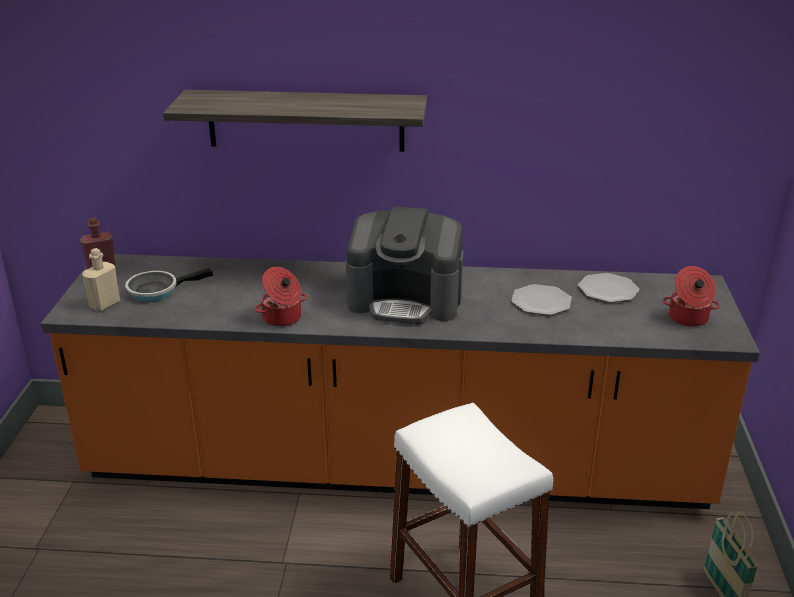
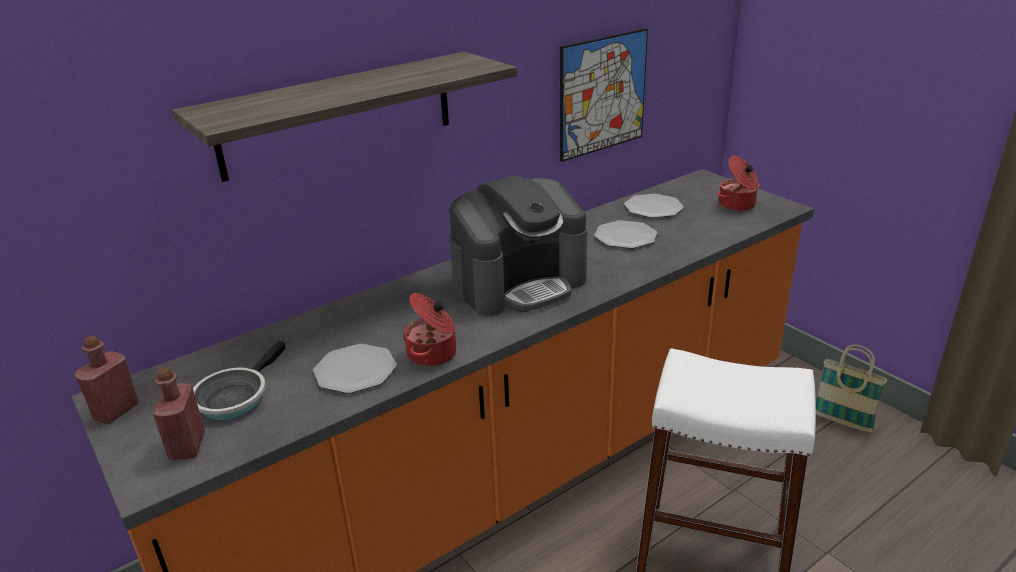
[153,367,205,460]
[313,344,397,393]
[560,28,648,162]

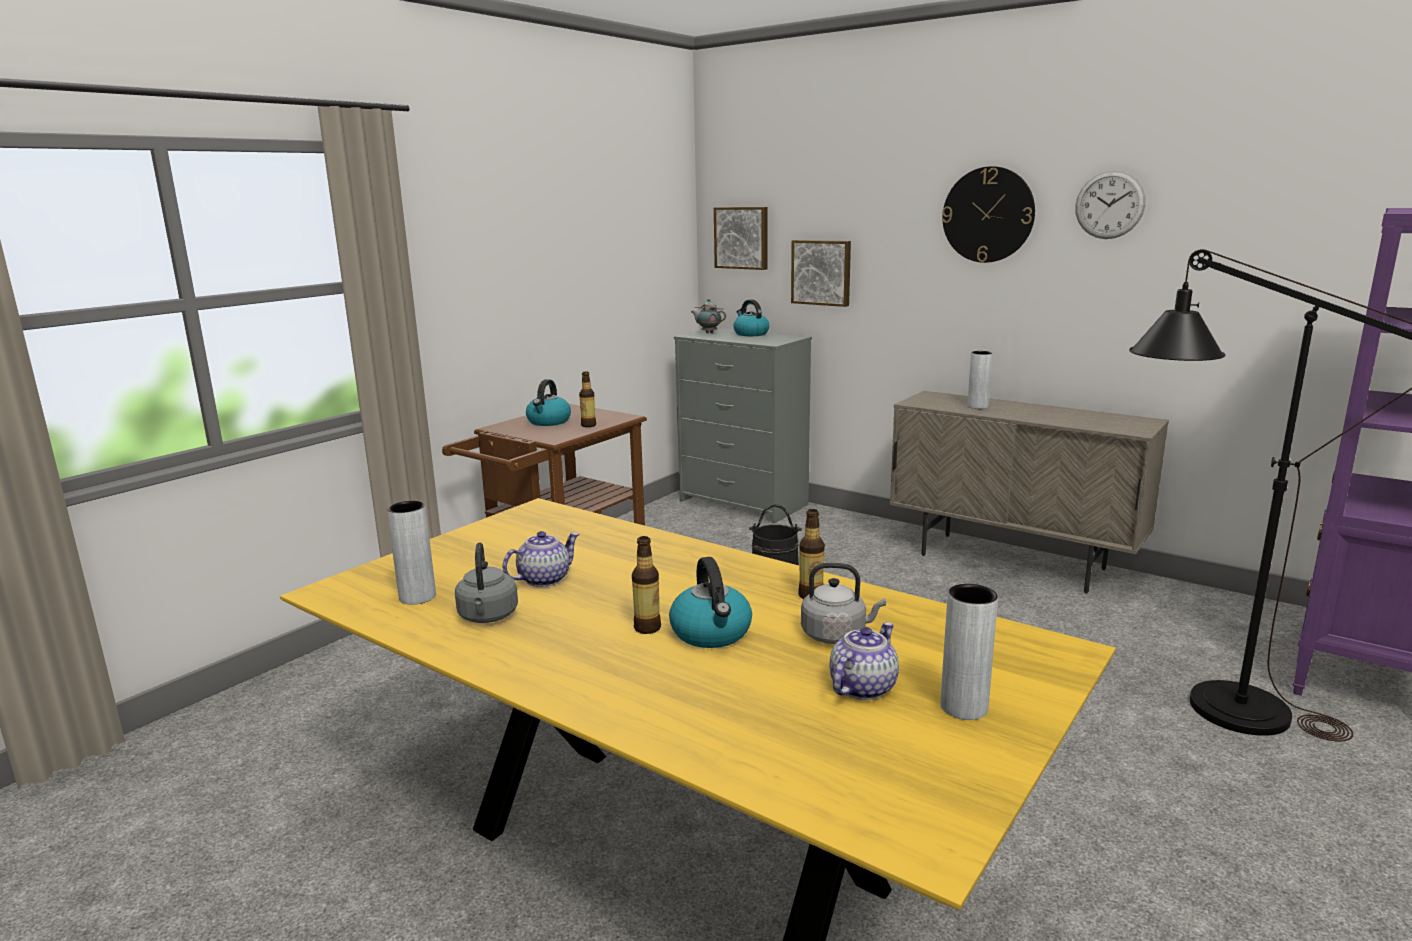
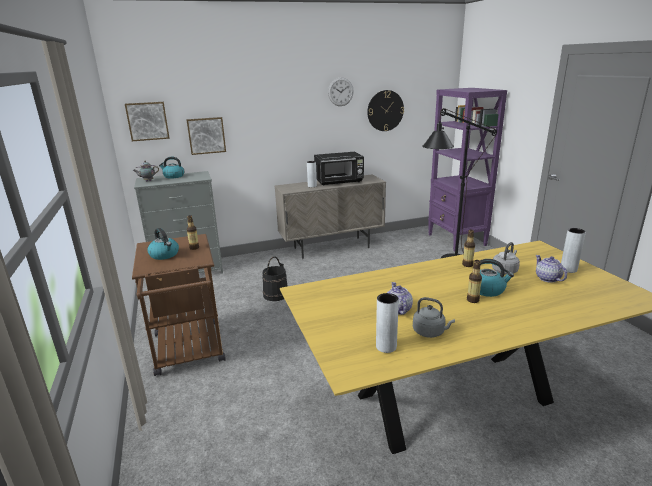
[367,90,404,131]
[314,152,364,186]

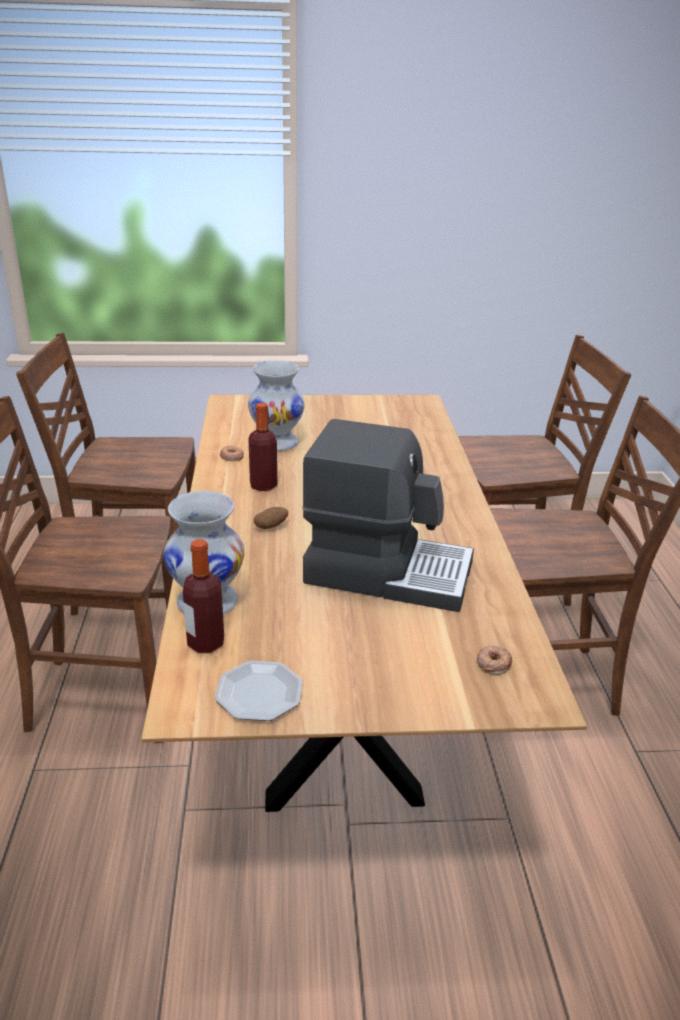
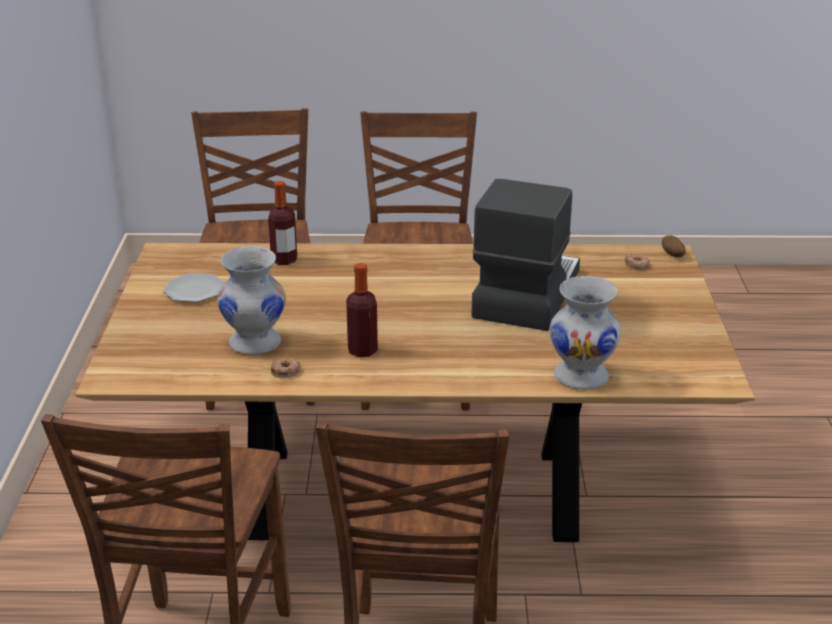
[268,181,297,265]
[163,273,225,303]
[662,236,686,258]

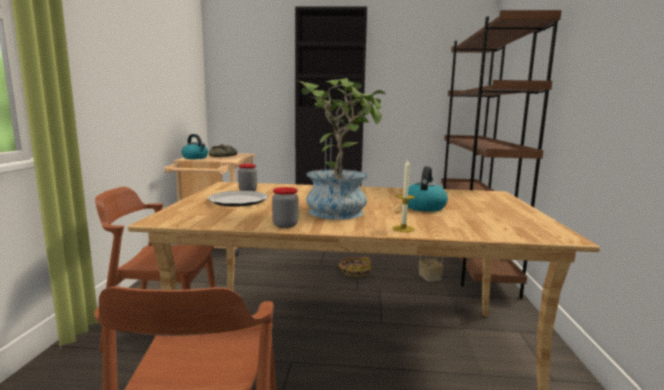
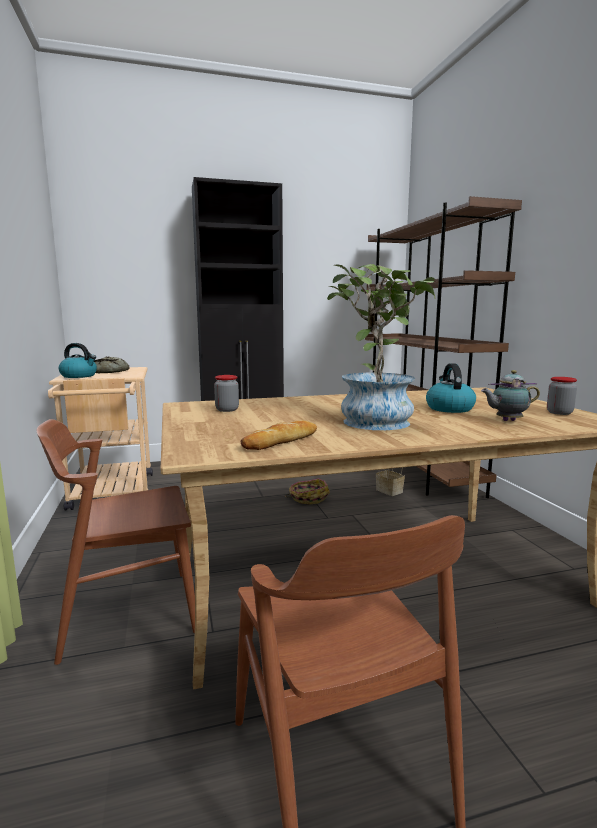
[207,191,268,207] (first image)
[547,377,577,415]
[393,159,415,232] (first image)
[241,420,317,450]
[481,370,540,421]

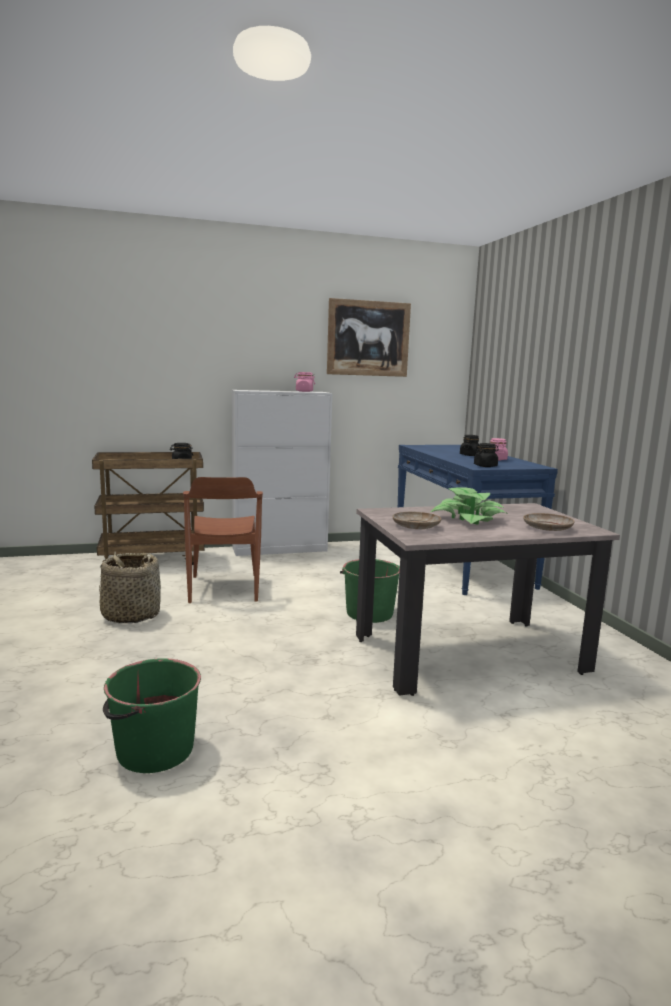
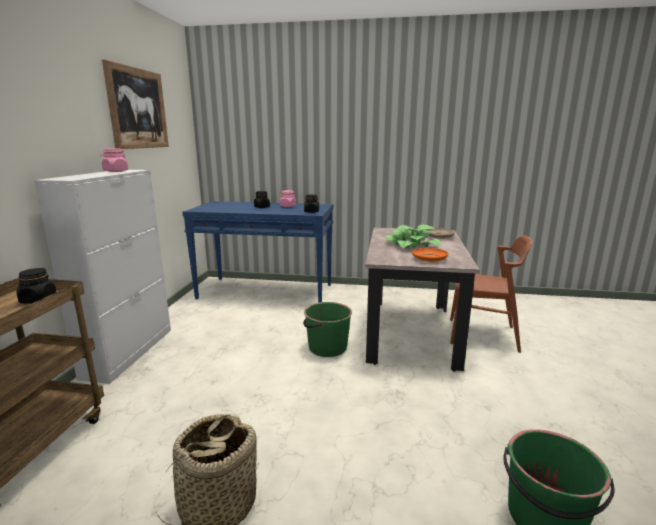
[450,235,533,353]
[412,248,448,262]

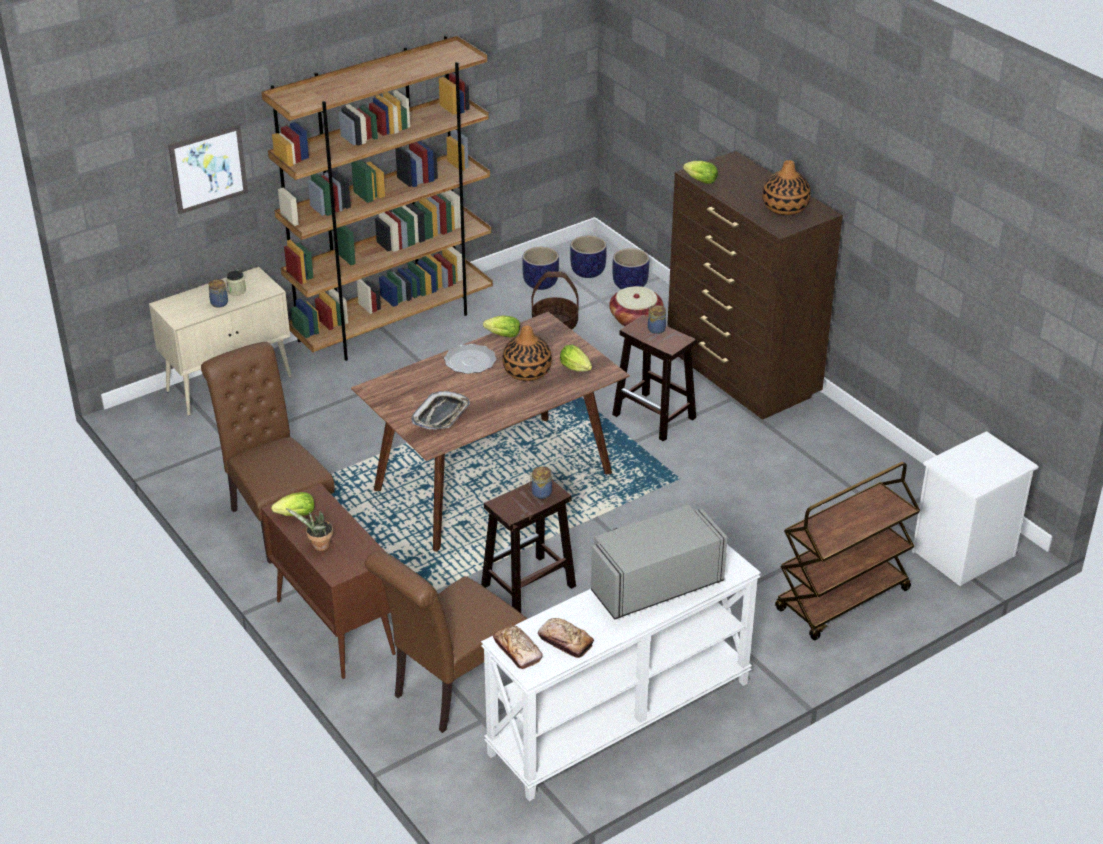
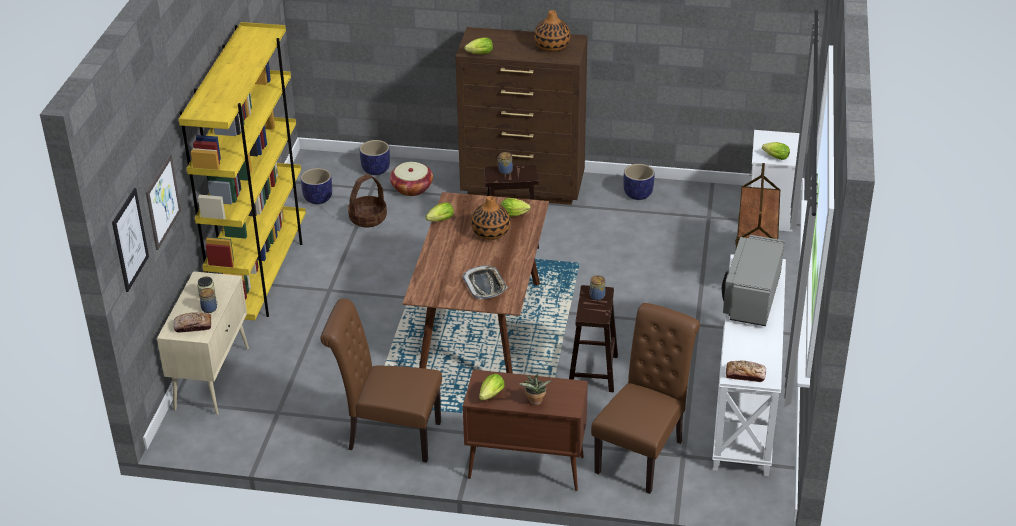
[179,22,306,320]
[591,303,700,494]
[444,344,496,374] (first image)
[174,312,211,333]
[623,164,654,200]
[112,188,149,292]
[762,142,790,160]

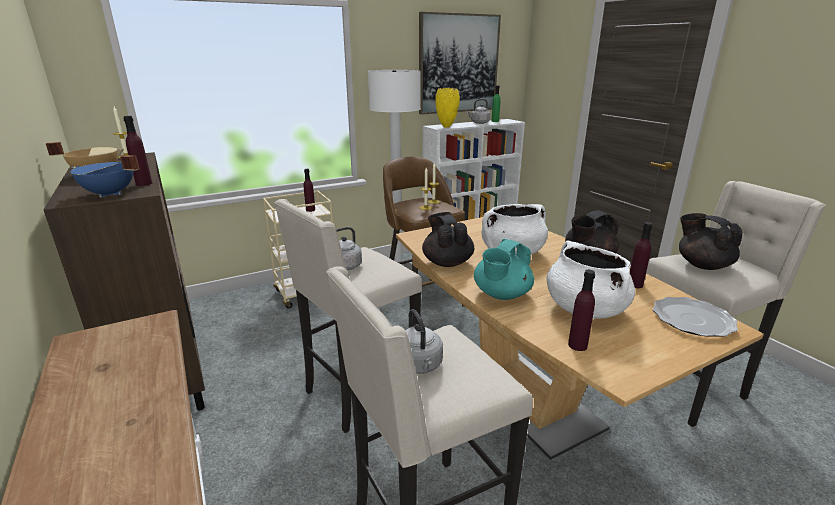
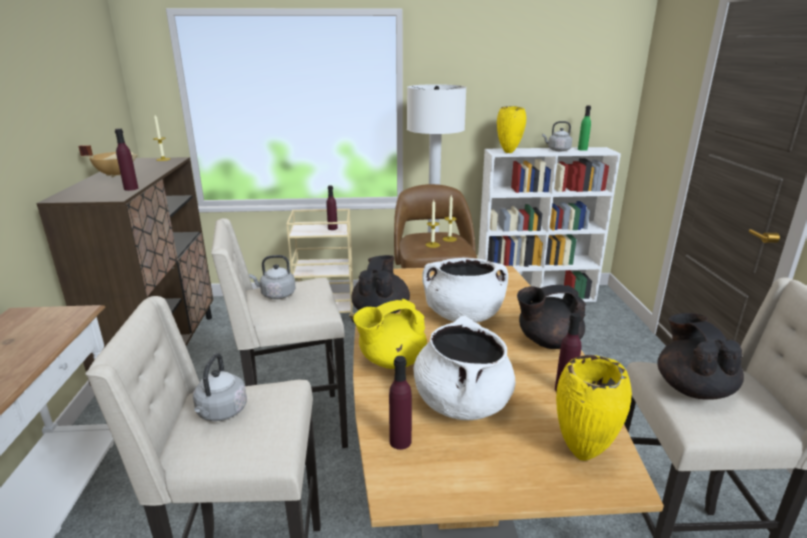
[70,155,139,198] (first image)
[419,12,501,115] (first image)
[353,299,427,369]
[556,355,632,461]

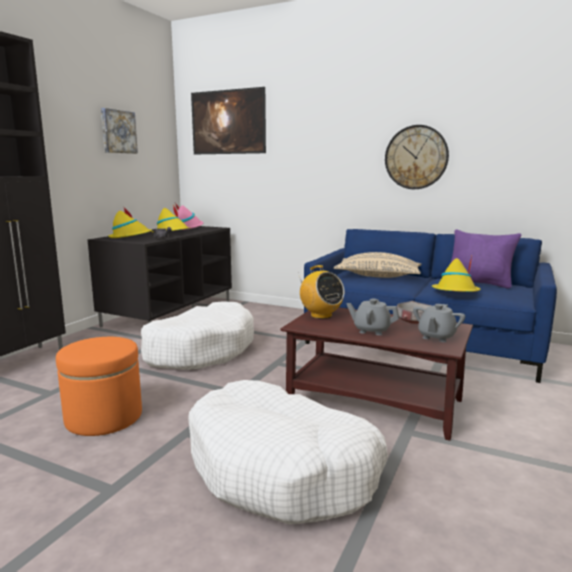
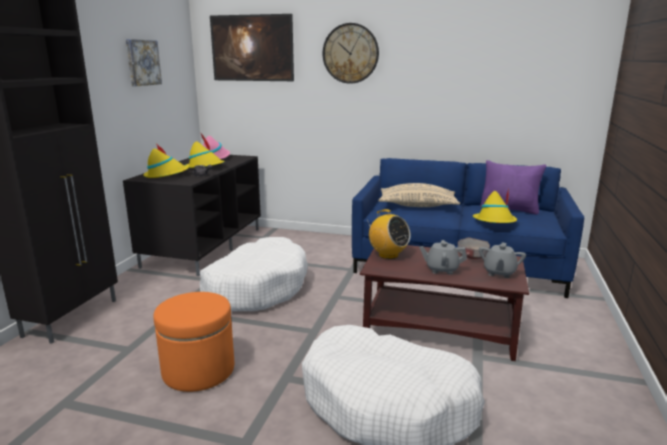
[323,23,379,84]

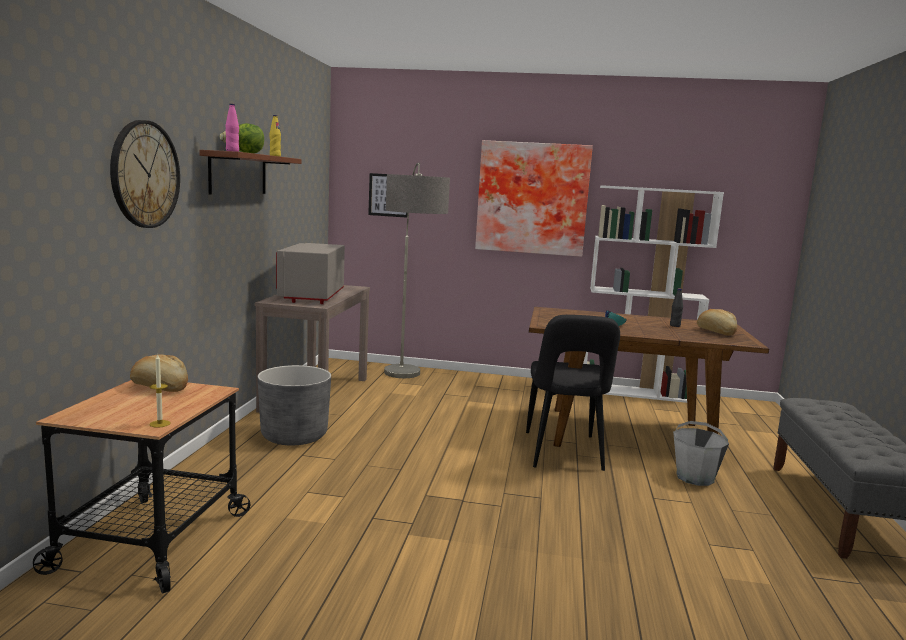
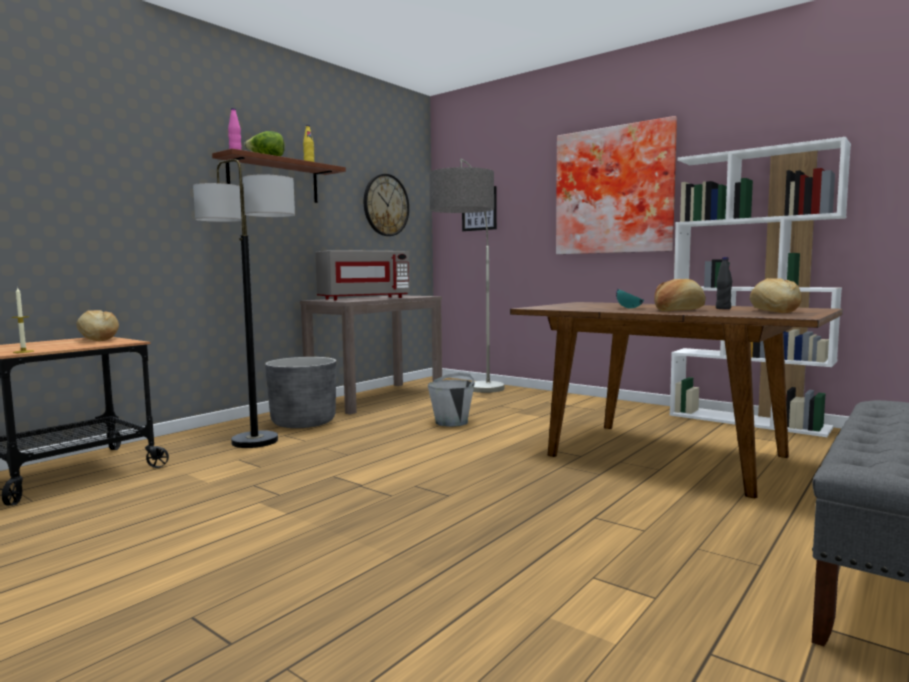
[364,174,409,236]
[315,250,410,300]
[526,315,620,471] (first image)
[428,373,475,427]
[193,159,295,448]
[654,279,706,311]

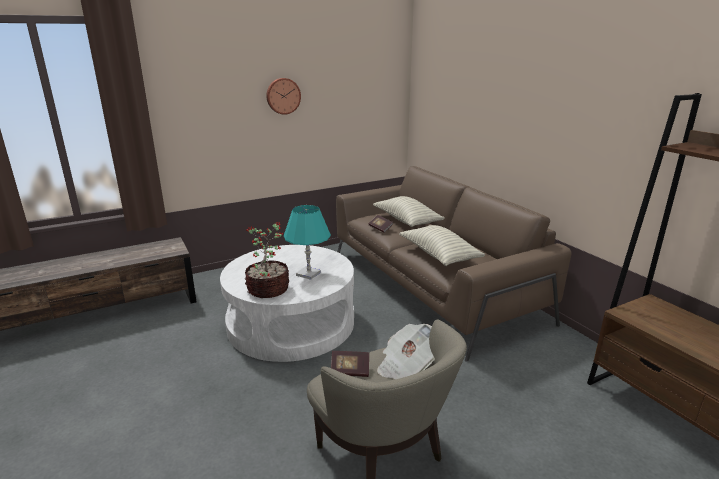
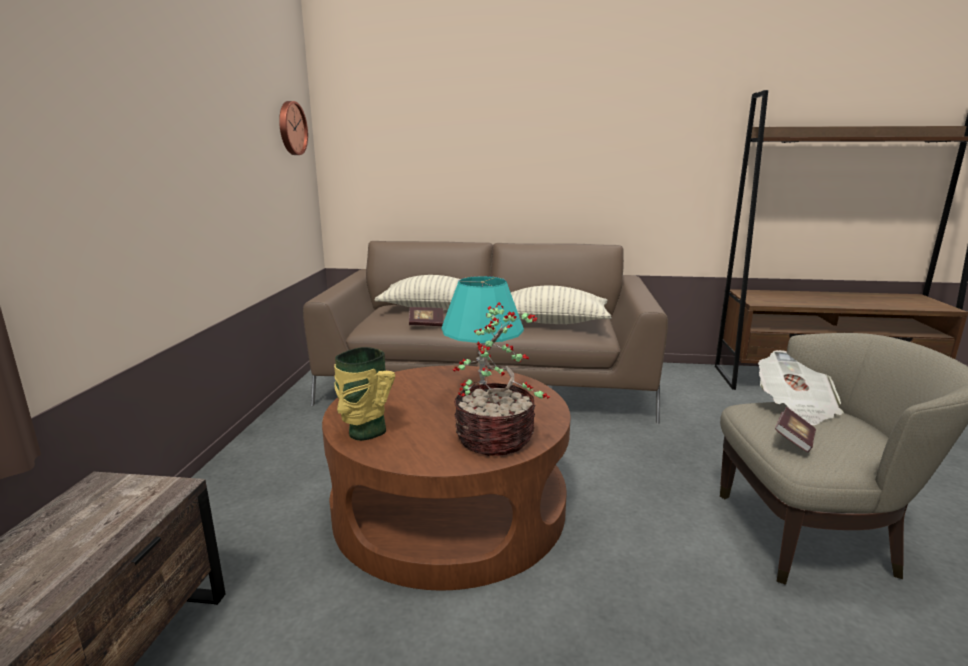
[322,365,570,590]
[279,101,308,155]
[334,347,395,441]

